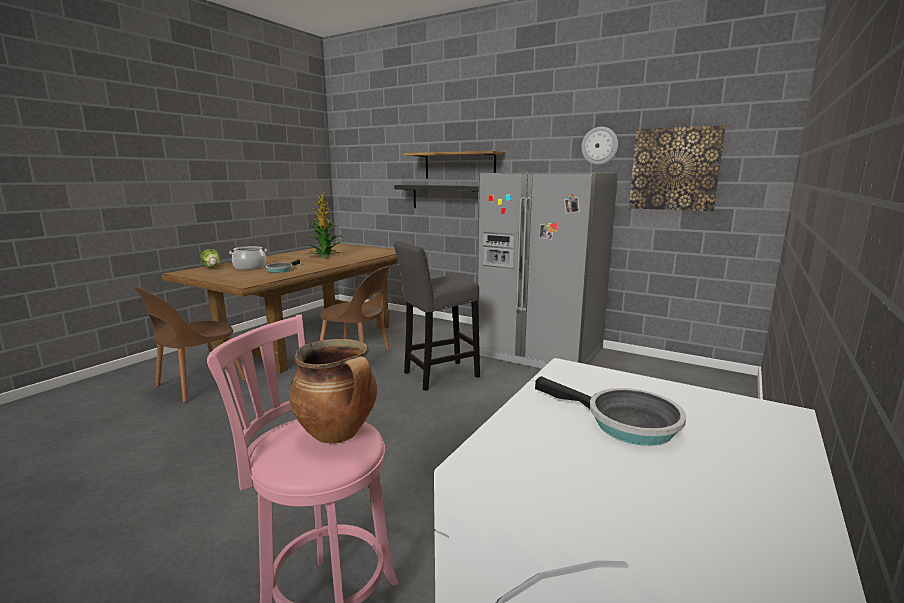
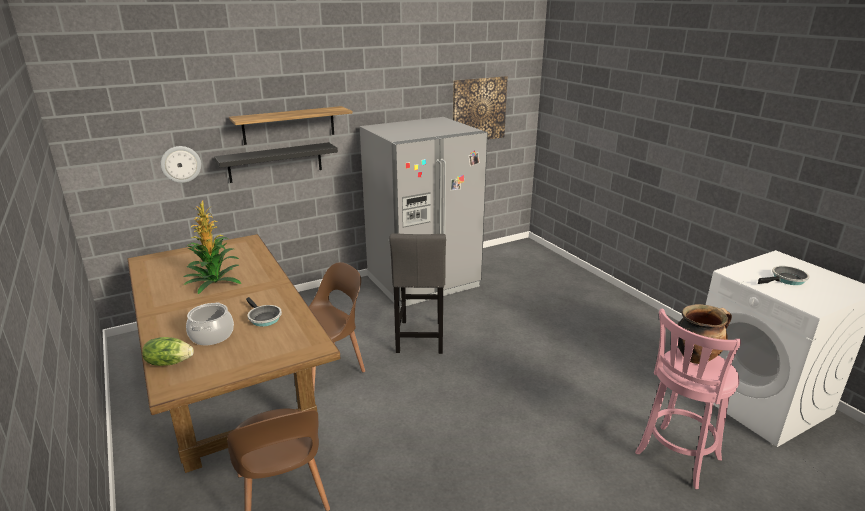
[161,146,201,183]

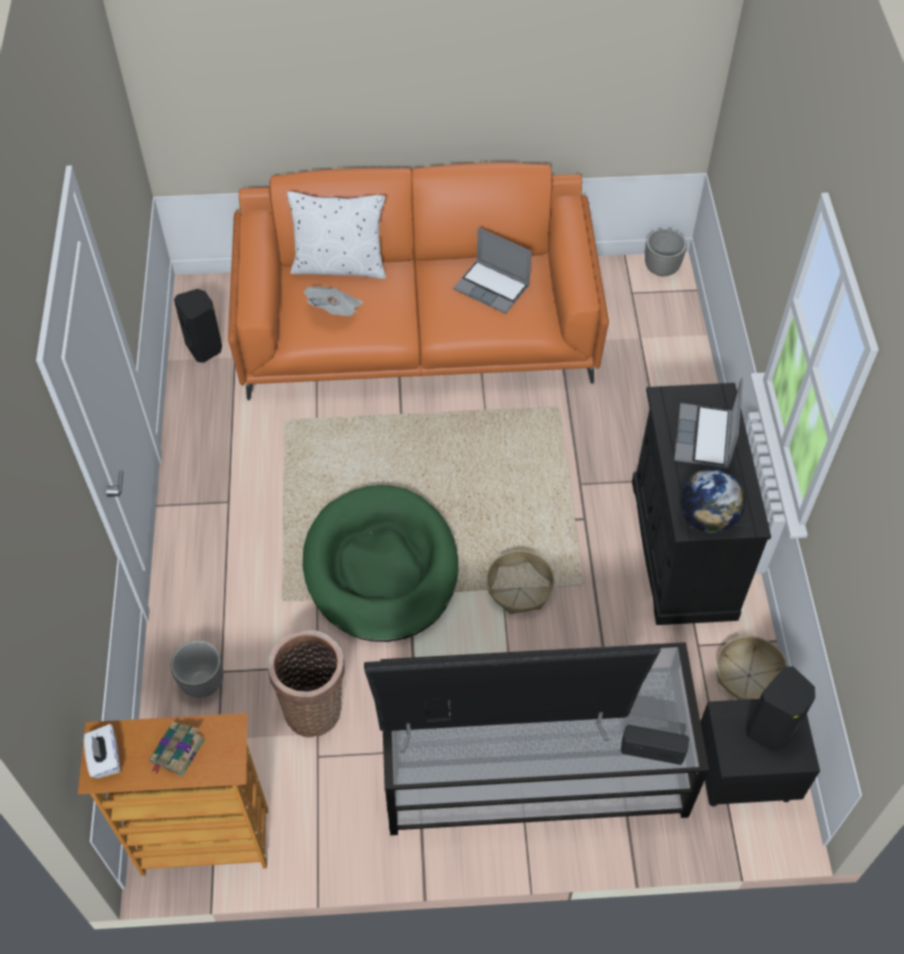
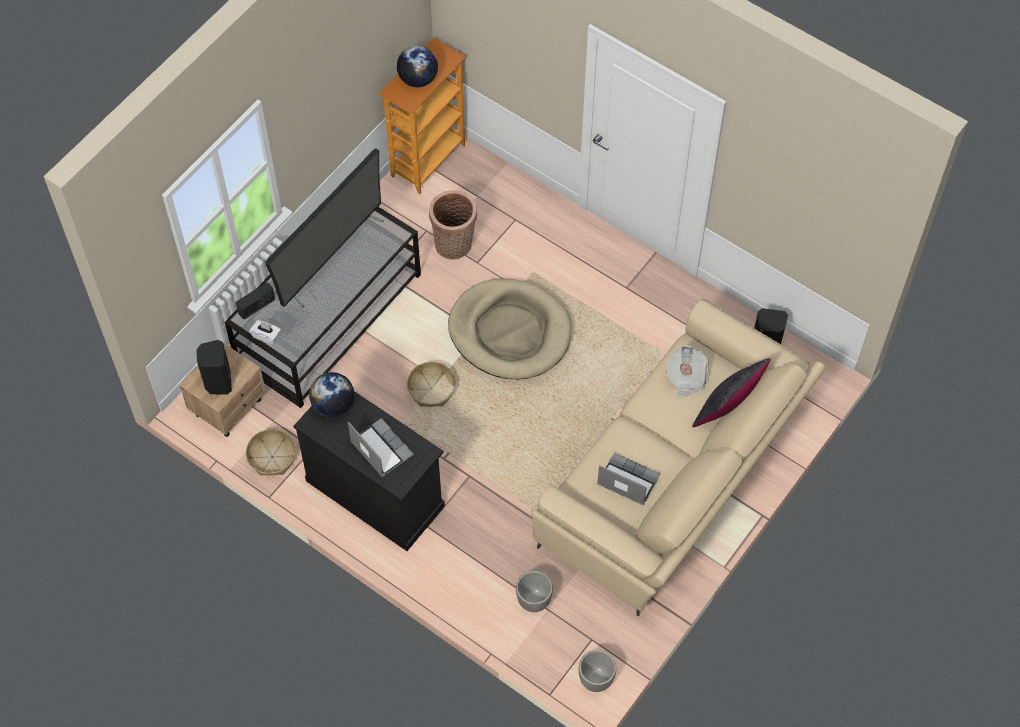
[250,320,281,345]
[397,45,438,87]
[516,571,553,612]
[531,299,826,616]
[692,358,770,427]
[448,279,572,379]
[597,453,660,506]
[180,343,266,437]

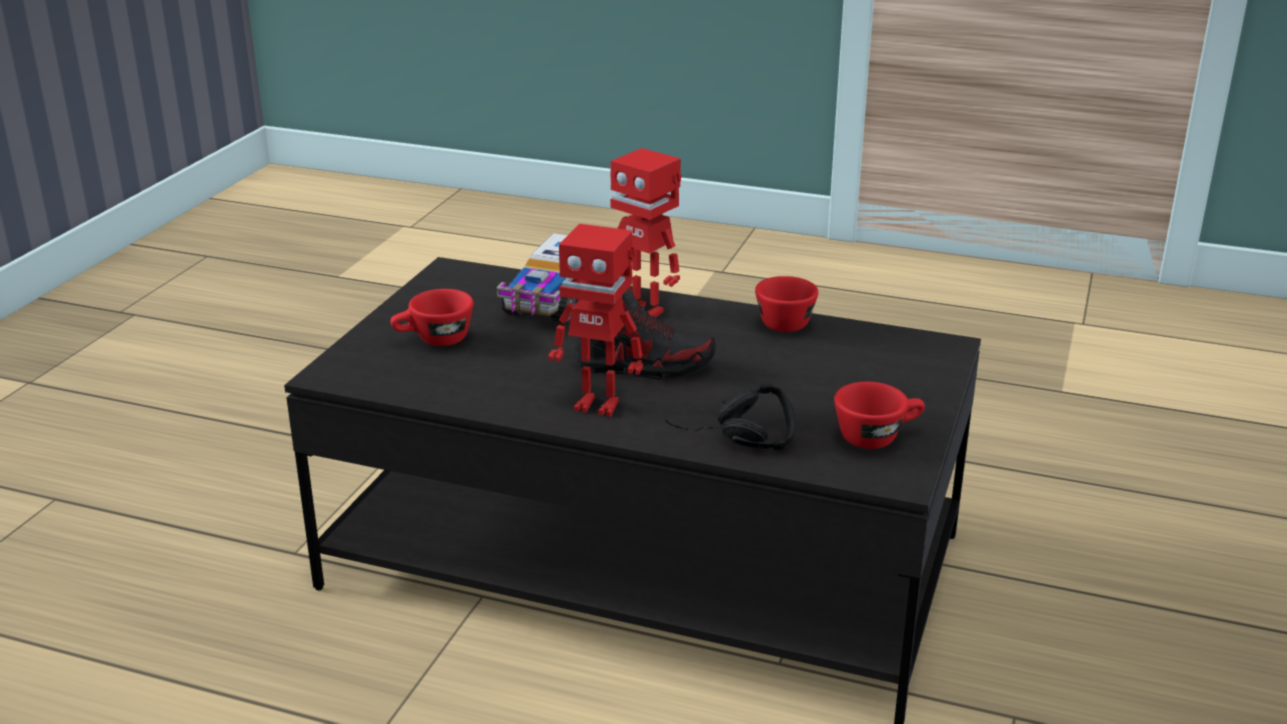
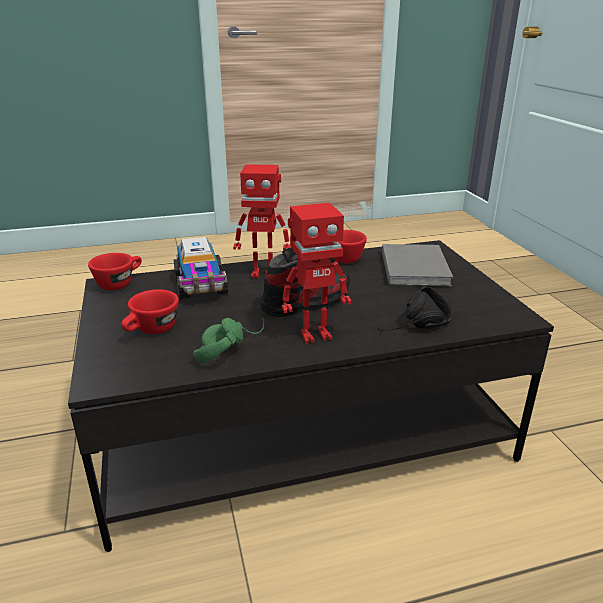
[88,253,142,290]
[193,318,264,363]
[382,244,453,287]

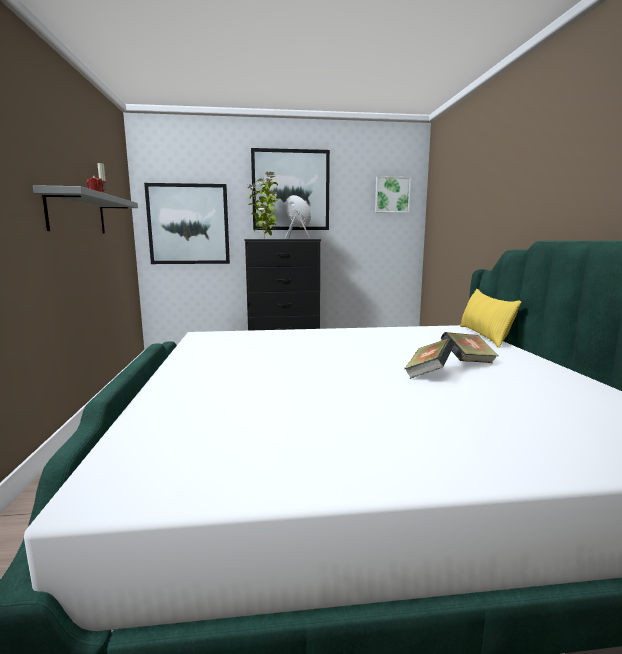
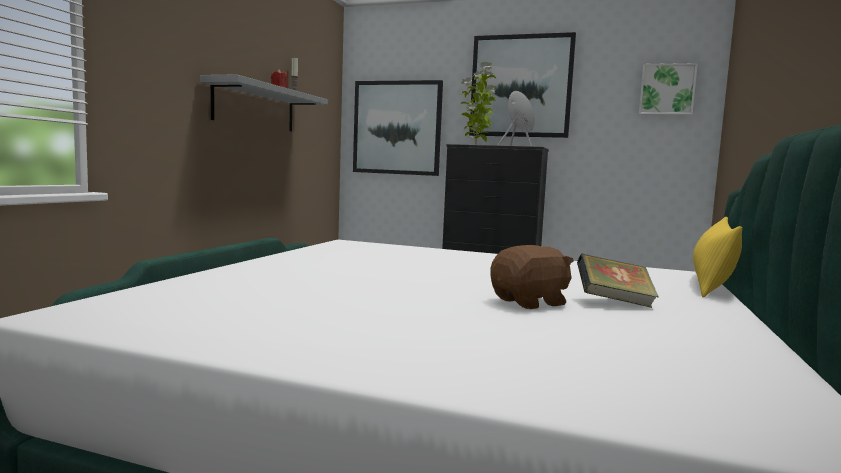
[490,245,574,309]

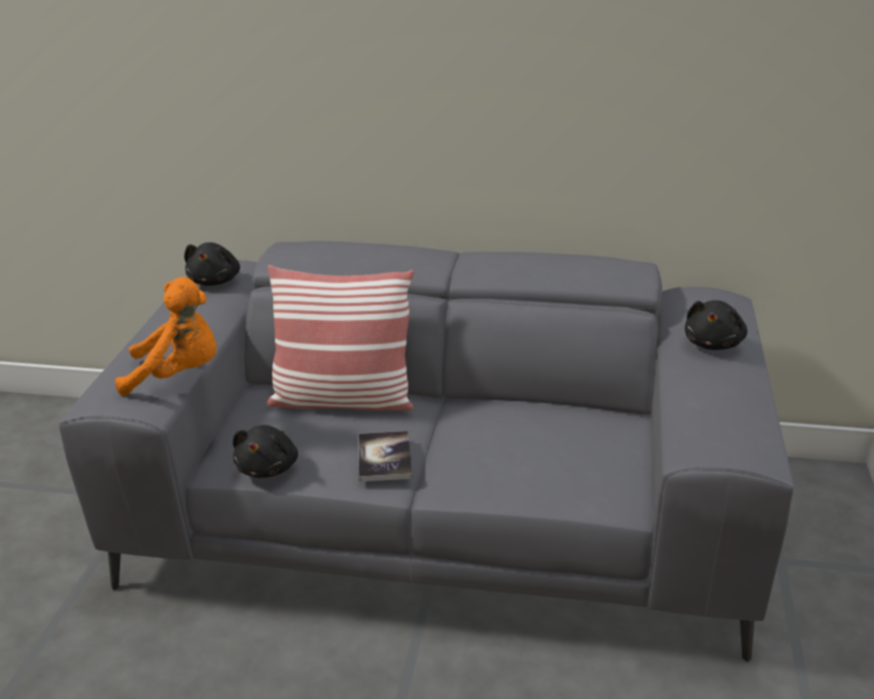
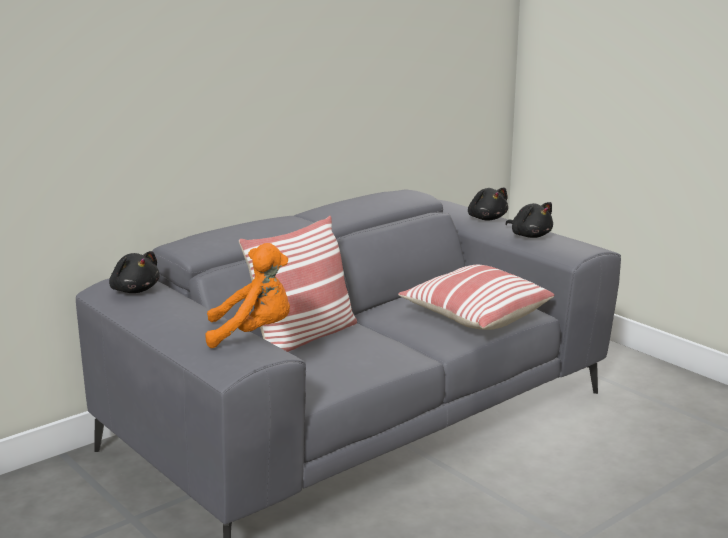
[205,243,290,348]
[505,202,553,238]
[358,431,412,482] (first image)
[398,265,554,330]

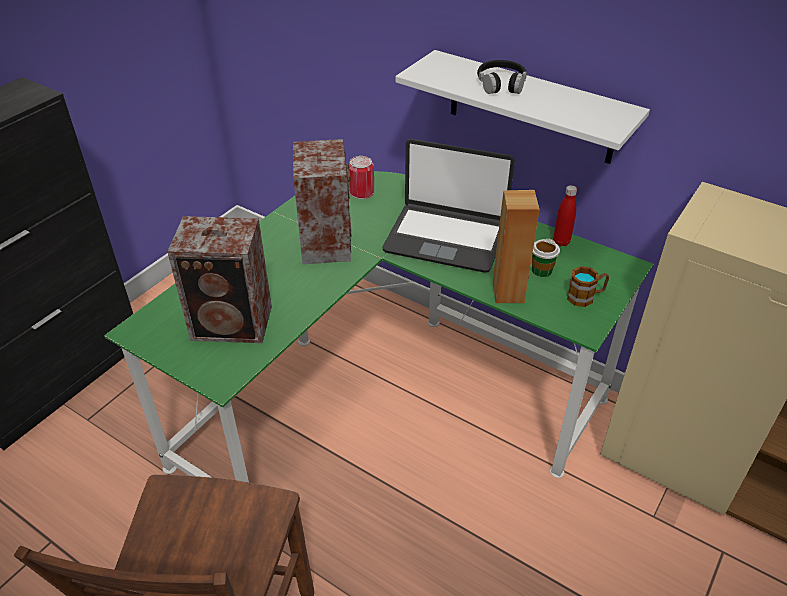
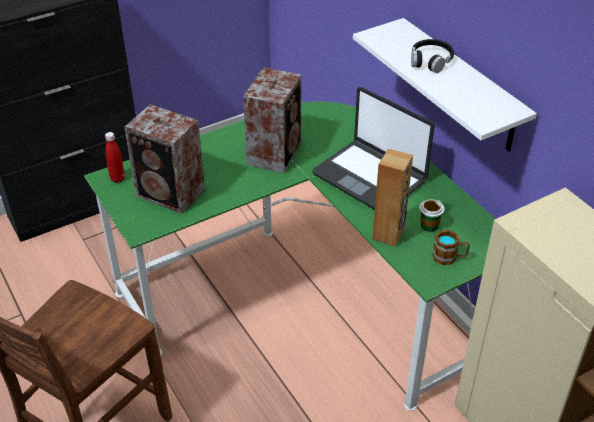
[349,156,374,199] (first image)
[105,132,125,183]

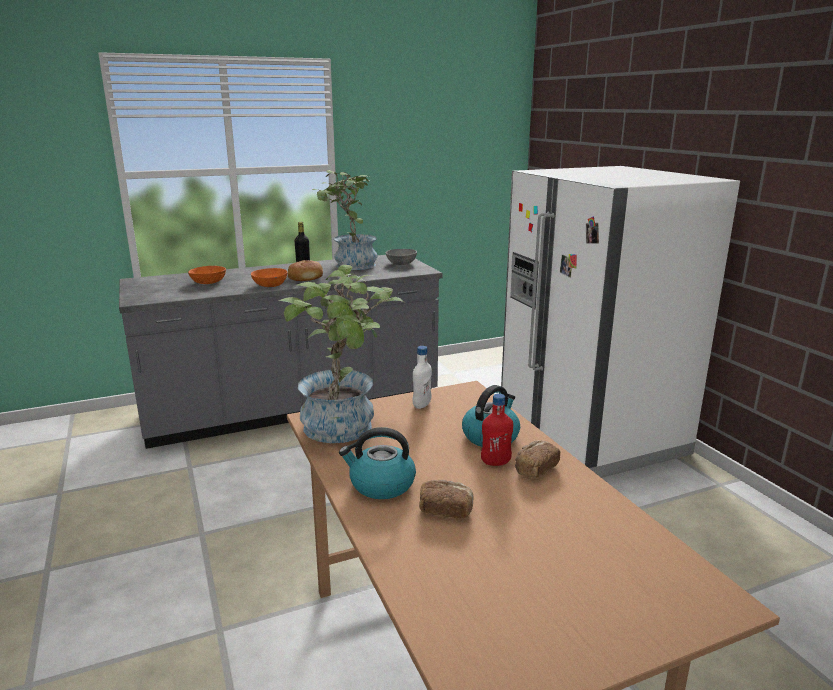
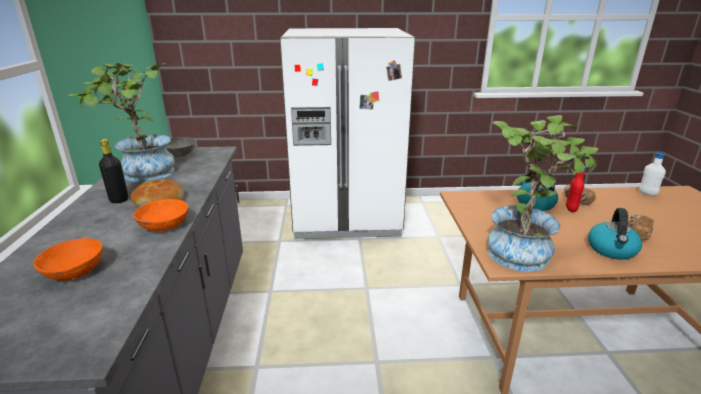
[639,152,666,196]

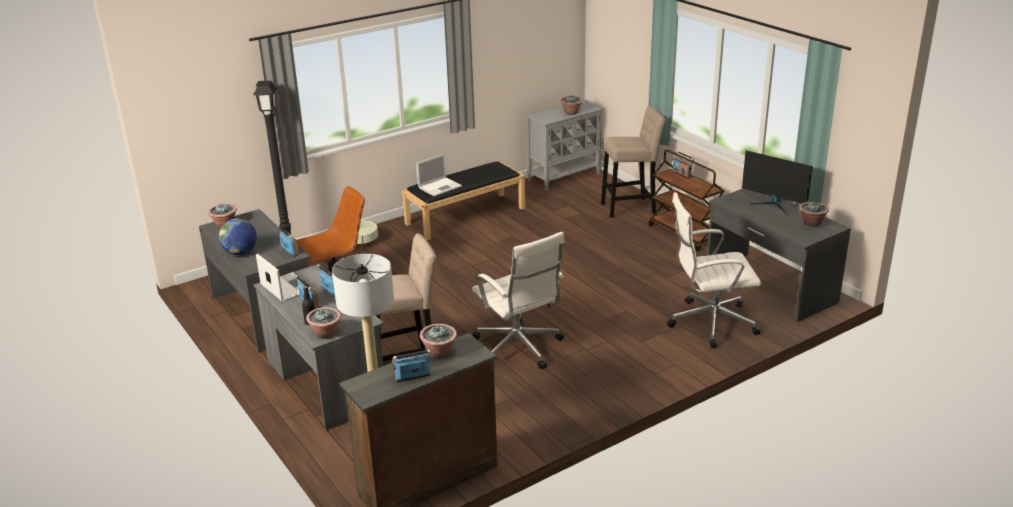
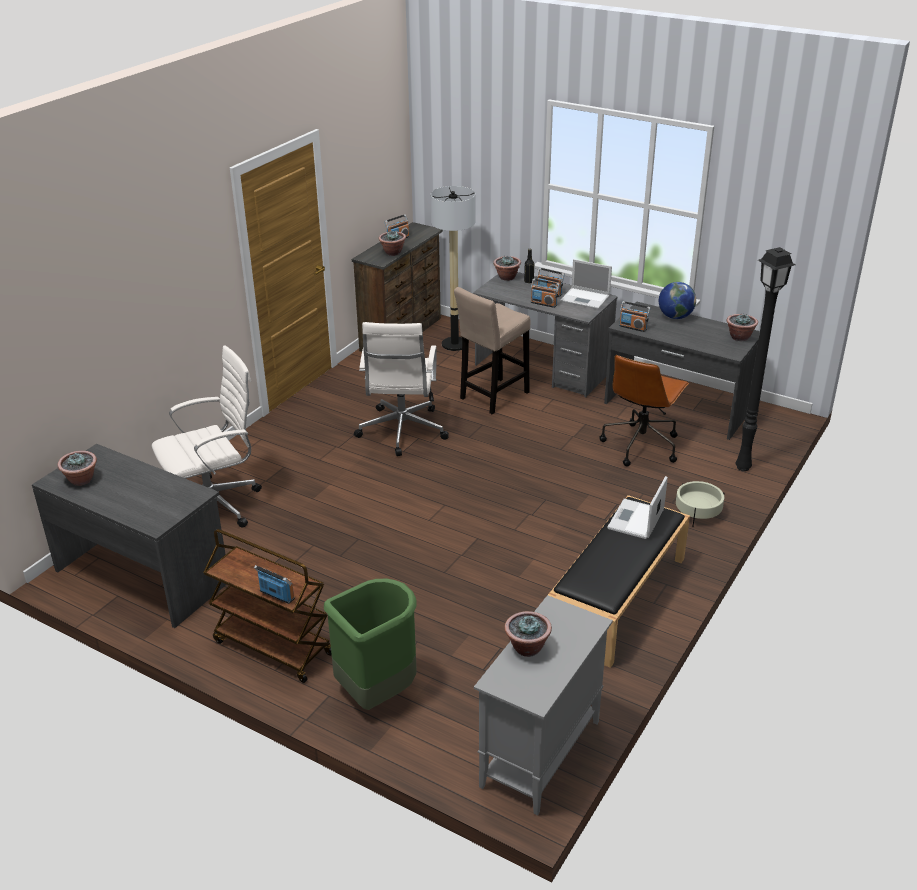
[354,322,449,456]
[324,579,416,710]
[742,150,813,215] (first image)

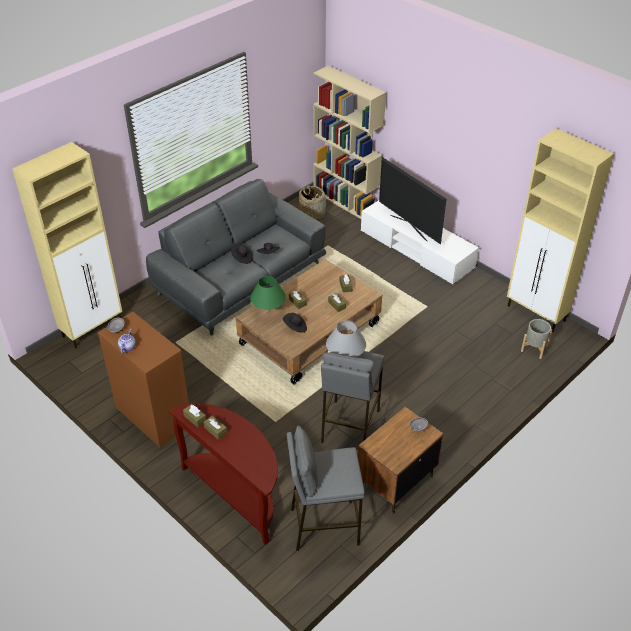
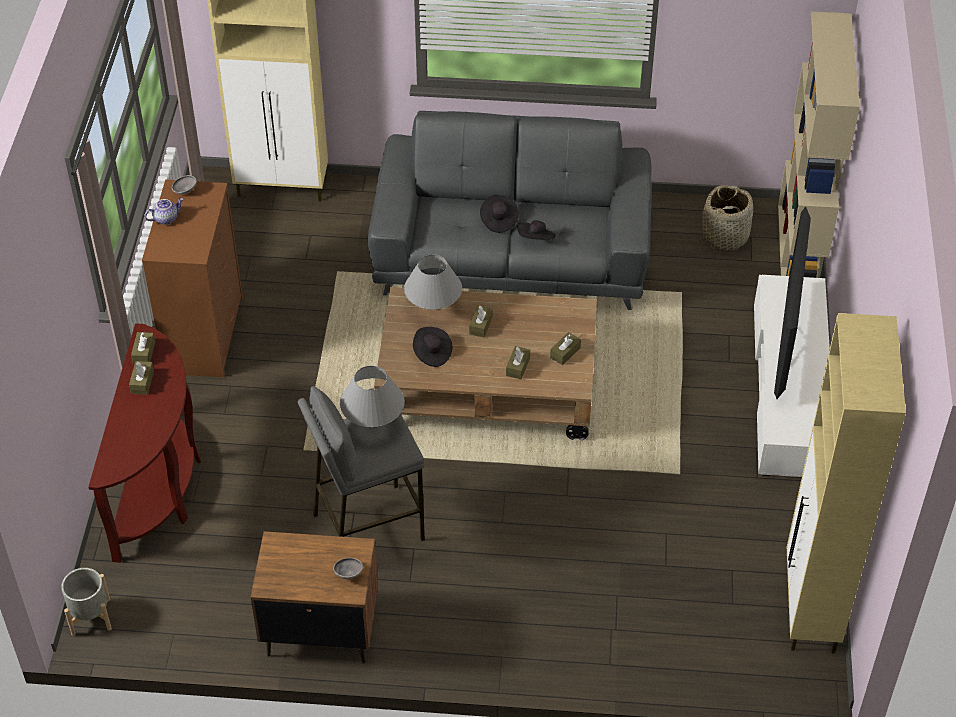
[404,254,462,310]
[287,425,365,551] (first image)
[61,568,112,636]

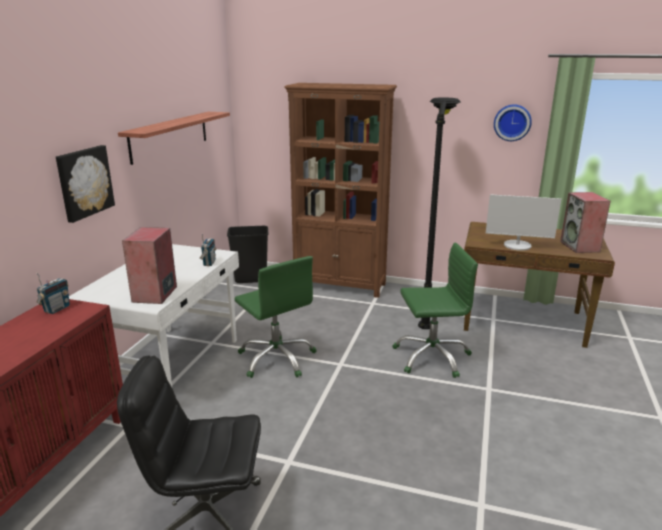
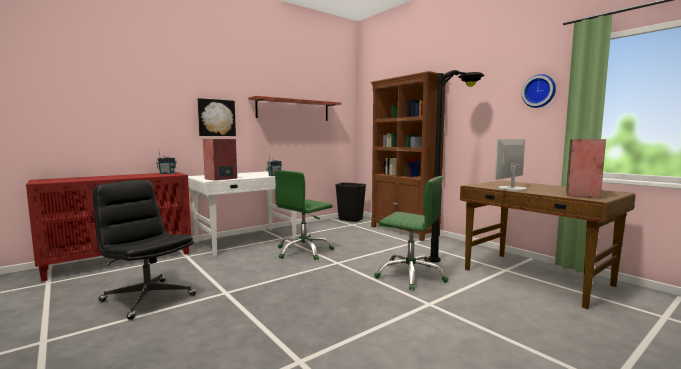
[274,170,334,260]
[494,139,527,191]

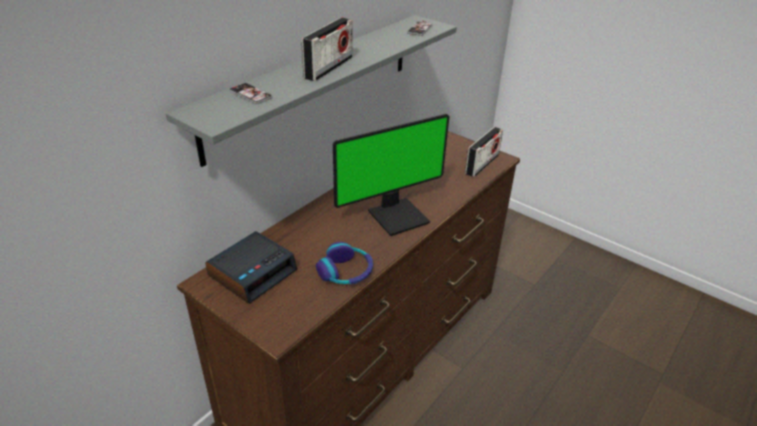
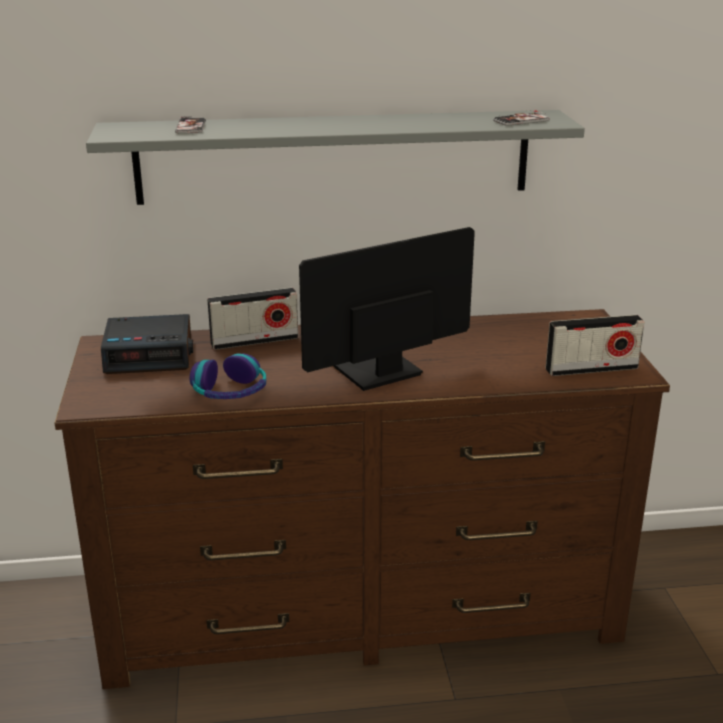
[207,288,298,350]
[299,227,475,391]

